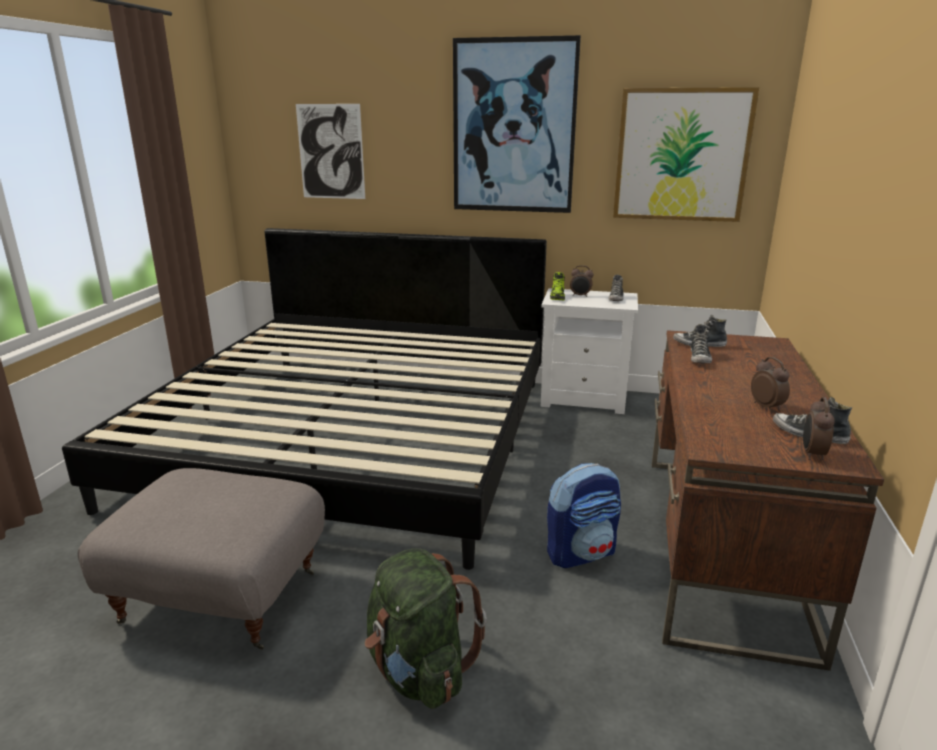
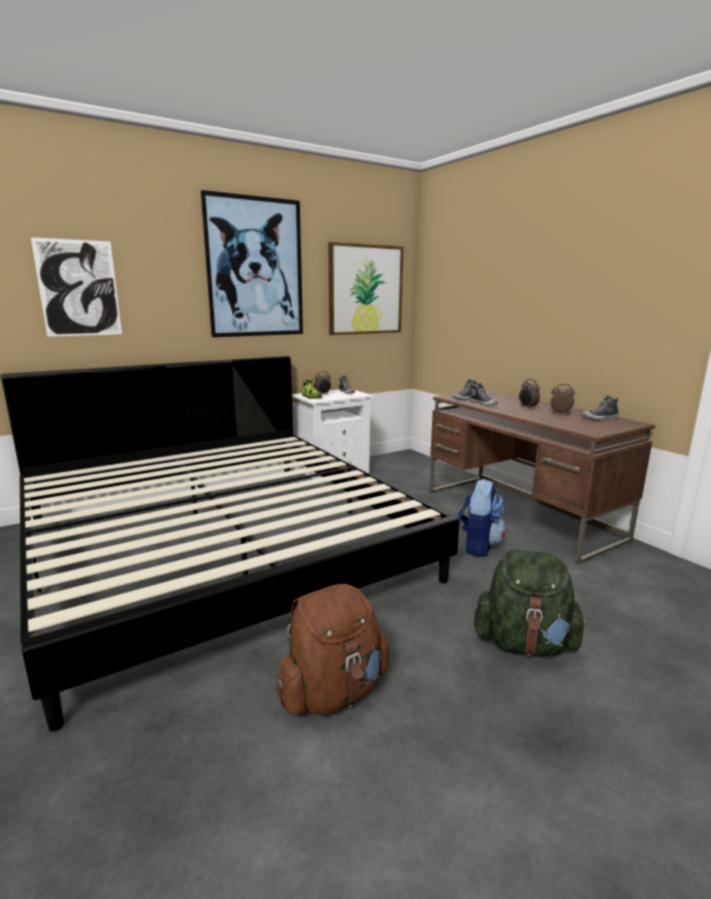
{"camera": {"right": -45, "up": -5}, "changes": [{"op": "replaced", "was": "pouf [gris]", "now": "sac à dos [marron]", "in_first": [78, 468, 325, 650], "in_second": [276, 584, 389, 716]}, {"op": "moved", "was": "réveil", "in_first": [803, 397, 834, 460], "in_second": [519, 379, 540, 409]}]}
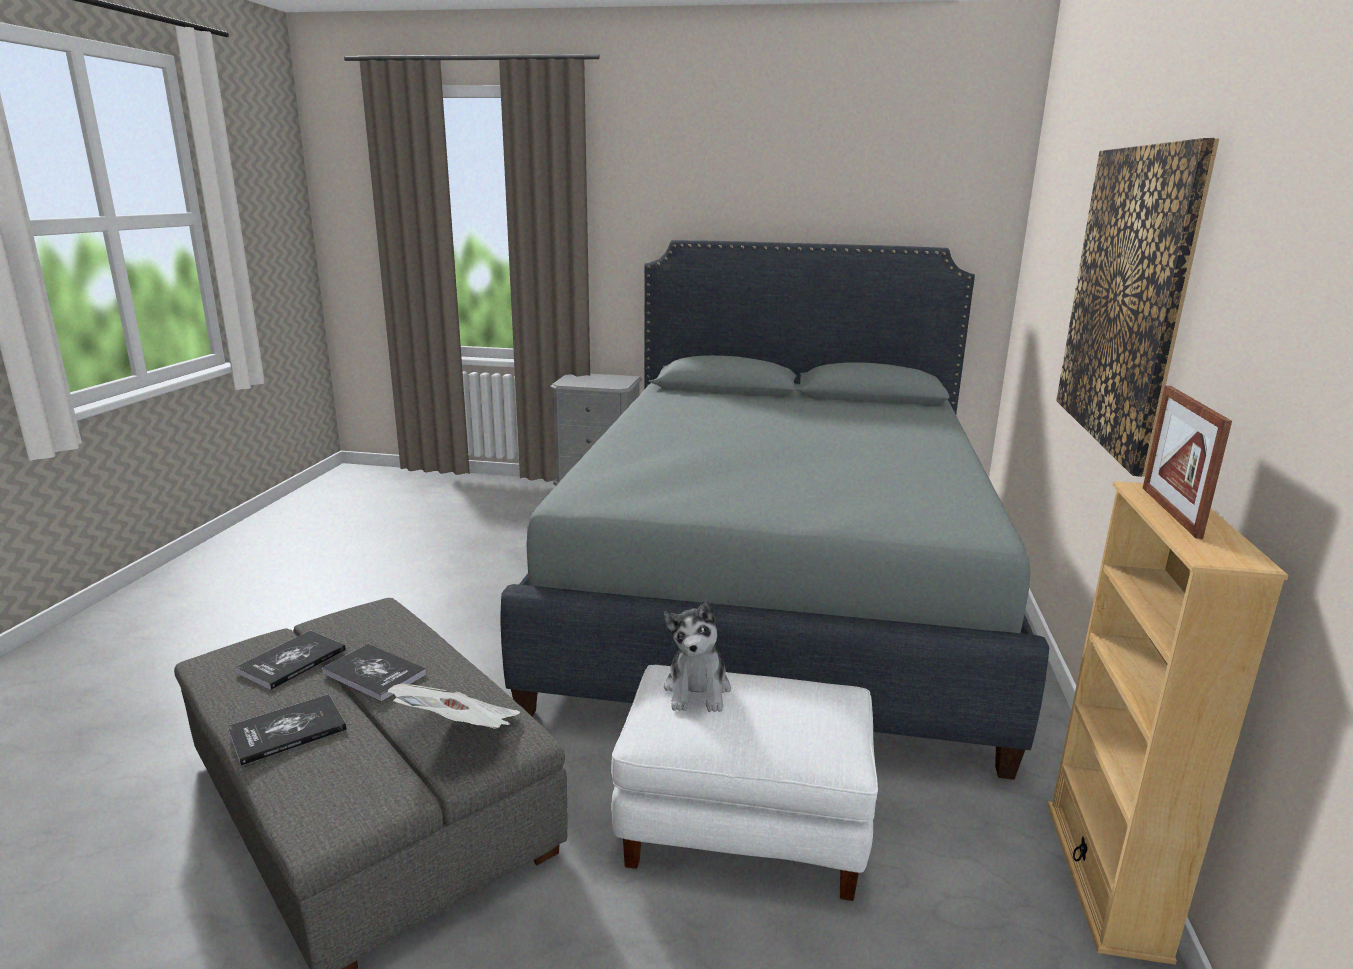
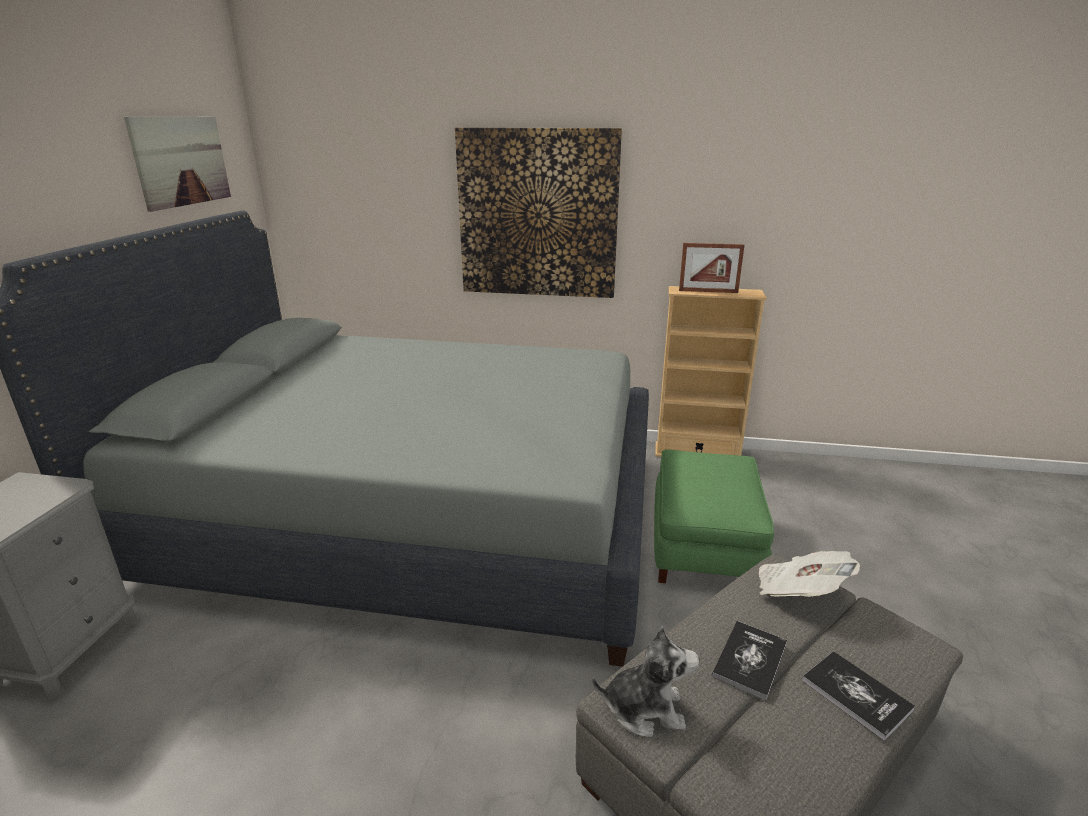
{"camera": {"right": -90, "up": 5}, "changes": [{"op": "removed", "was": "livre", "in_first": [235, 630, 346, 690]}, {"op": "recoloured", "was": "pouf [blanc]", "now": "pouf [vert]", "in_first": [611, 665, 878, 901], "in_second": [654, 449, 774, 583]}, {"op": "moved", "was": "peluche", "in_first": [663, 600, 731, 712], "in_second": [592, 626, 700, 737]}, {"op": "added", "now": "tableau", "in_second": [124, 116, 231, 212]}]}
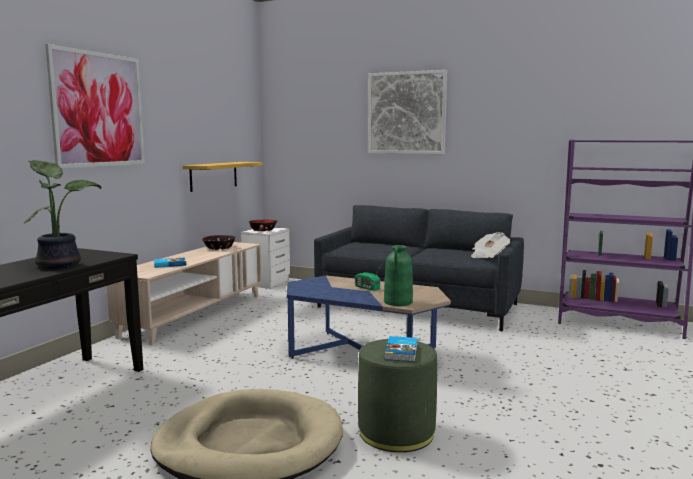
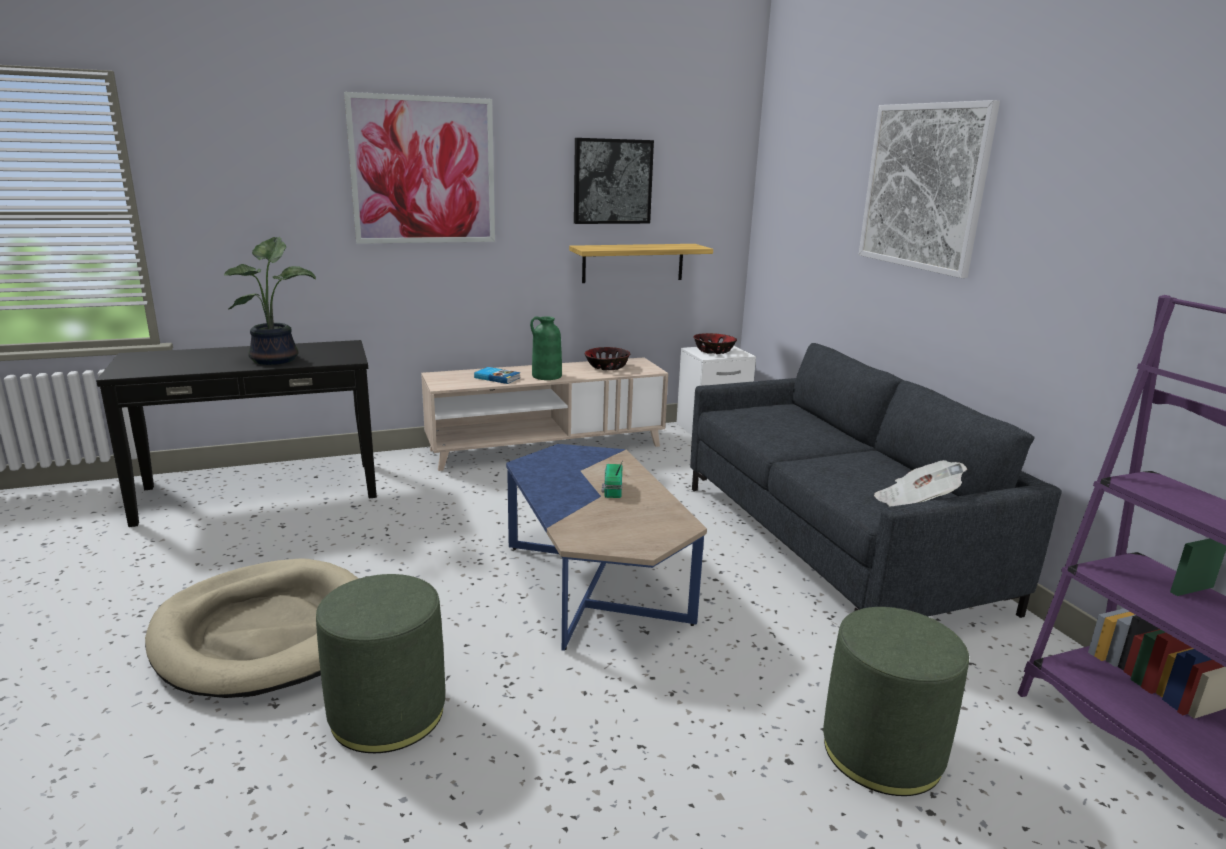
{"camera": {"right": 45, "up": 10}, "changes": [{"op": "moved", "was": "vase [vert]", "in_first": [384, 245, 413, 306], "in_second": [530, 316, 562, 380]}, {"op": "removed", "was": "livre", "in_first": [384, 336, 418, 362]}, {"op": "added", "now": "tableau", "in_second": [574, 138, 654, 224]}, {"op": "added", "now": "pouf [vert]", "in_second": [823, 607, 969, 796]}]}
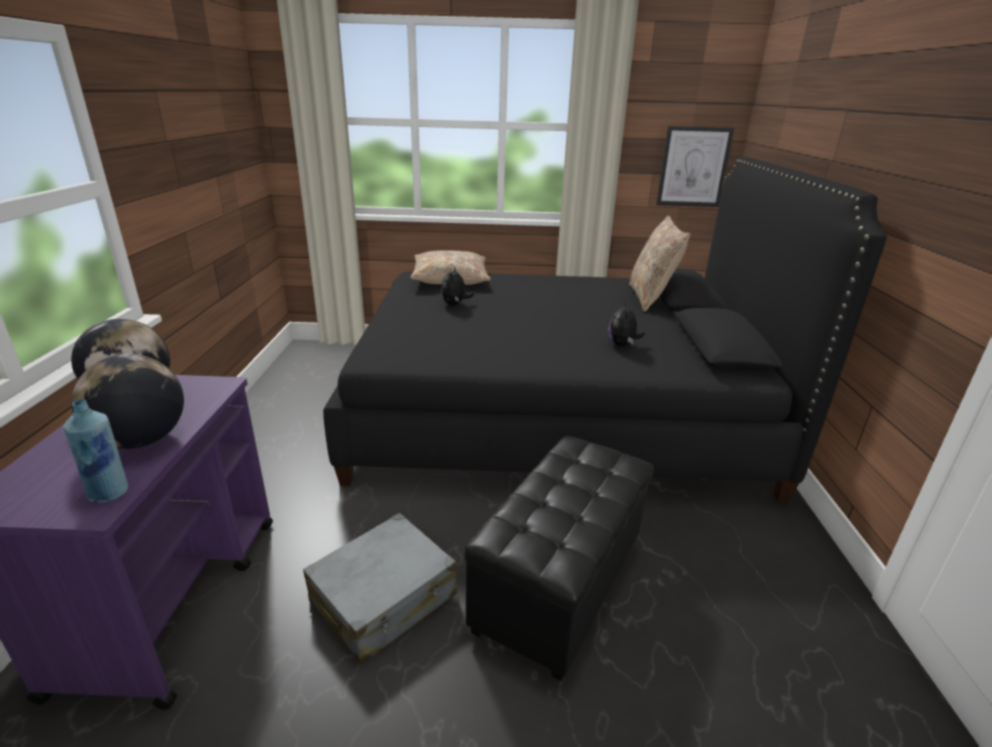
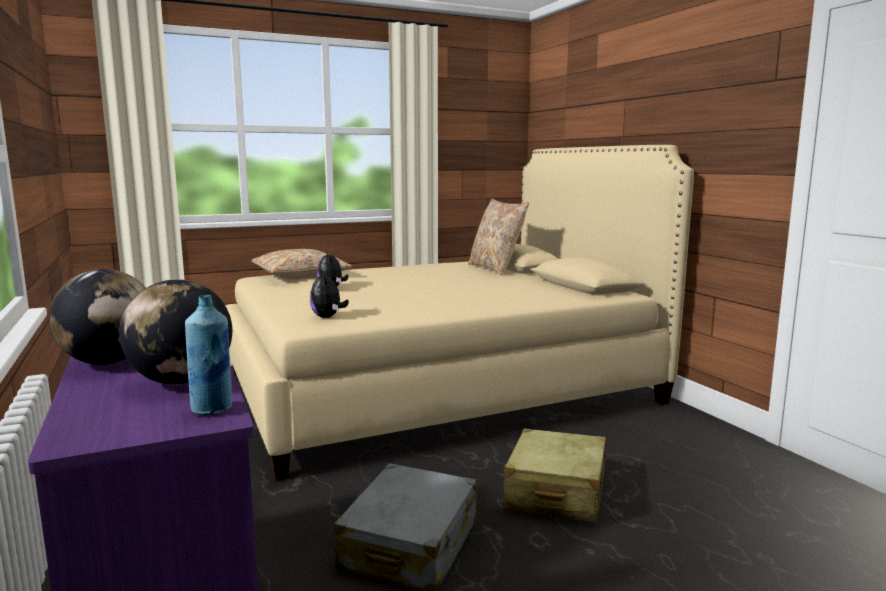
{"camera": {"right": -25, "up": -15}, "changes": [{"op": "recoloured", "was": "lit [noir]", "now": "lit [beige]", "in_first": [323, 157, 887, 503], "in_second": [226, 145, 694, 481]}, {"op": "replaced", "was": "pouf [noir]", "now": "valise [beige]", "in_first": [464, 436, 654, 681], "in_second": [503, 428, 606, 523]}, {"op": "moved", "was": "peluche", "in_first": [608, 302, 645, 346], "in_second": [310, 271, 349, 318]}, {"op": "removed", "was": "tableau", "in_first": [656, 126, 734, 207]}]}
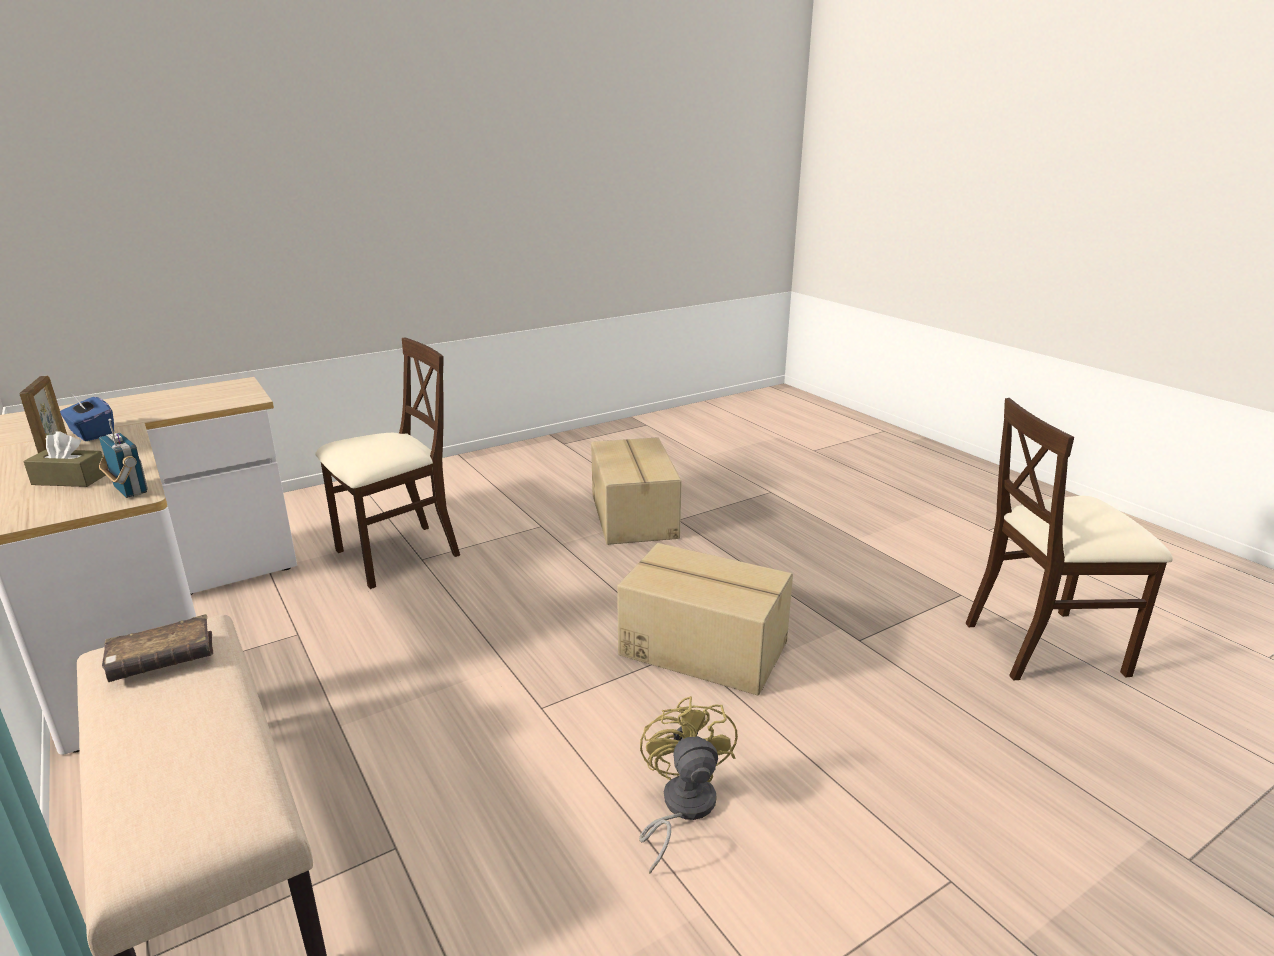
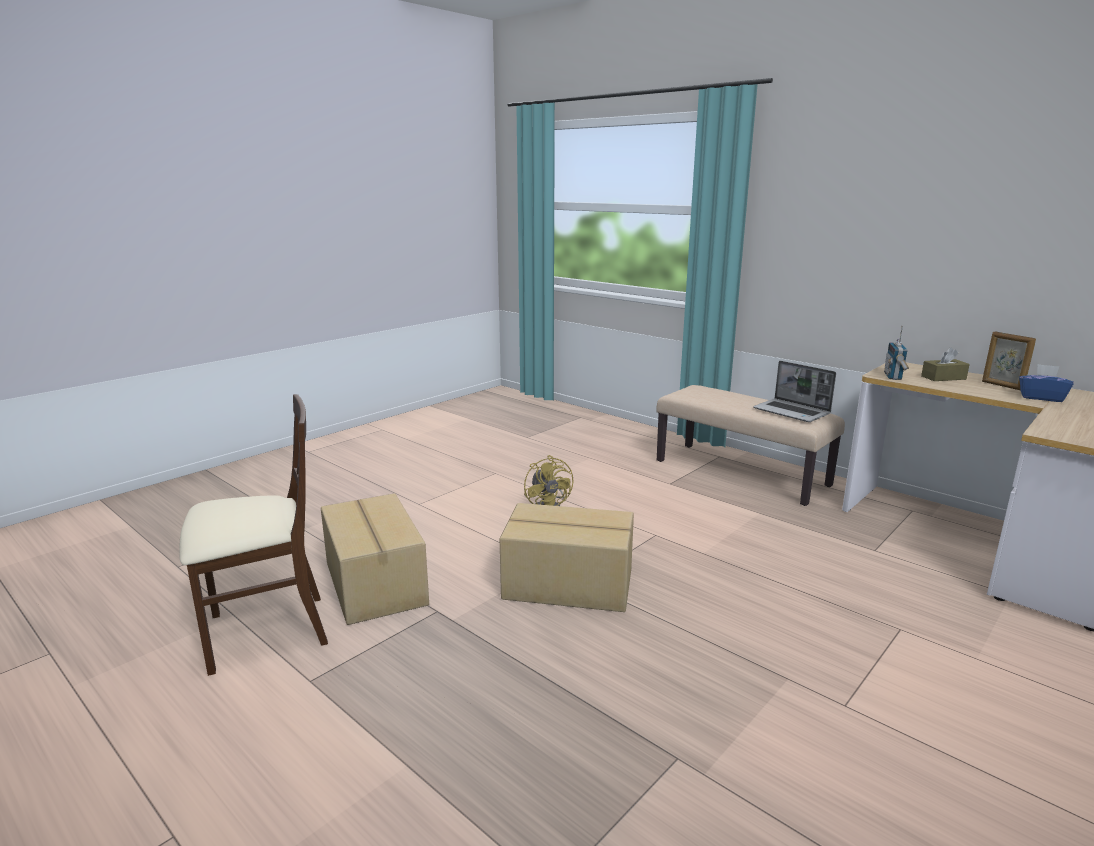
{"camera": {"right": 165, "up": -5}, "changes": [{"op": "turned", "was": "radio", "in_first": [99, 419, 148, 498], "in_second": [884, 326, 909, 380], "clockwise": 75}, {"op": "replaced", "was": "livre [marron]", "now": "ordinateur portable", "in_first": [102, 614, 213, 682], "in_second": [753, 361, 836, 422]}, {"op": "removed", "was": "chaise [beige]", "in_first": [315, 338, 460, 589]}, {"op": "moved", "was": "carton", "in_first": [591, 437, 682, 545], "in_second": [321, 493, 429, 625]}]}
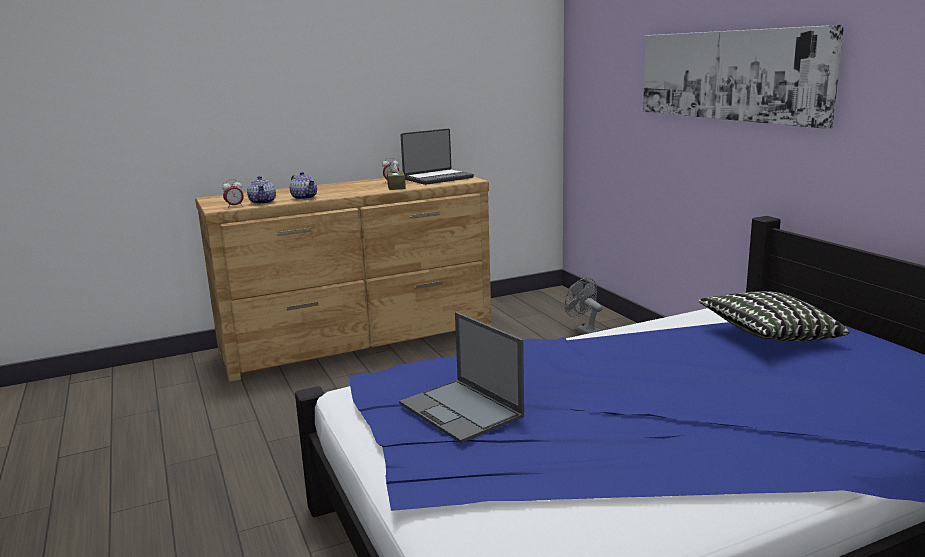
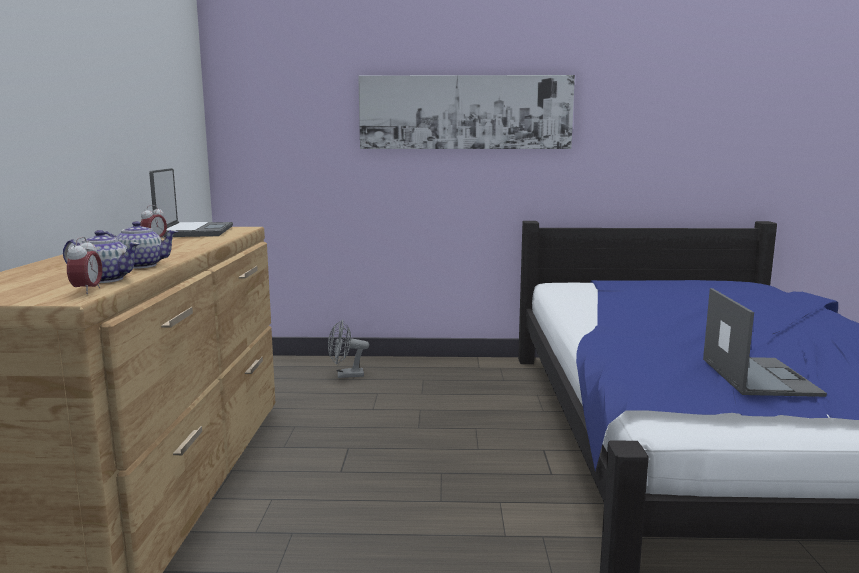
{"camera": {"right": -65, "up": -5}, "changes": [{"op": "removed", "was": "boîte à mouchoirs [marron]", "in_first": [387, 160, 406, 190]}, {"op": "turned", "was": "ordinateur portable", "in_first": [399, 312, 524, 443], "in_second": [703, 288, 827, 397], "clockwise": -75}, {"op": "removed", "was": "coussin", "in_first": [698, 291, 850, 341]}]}
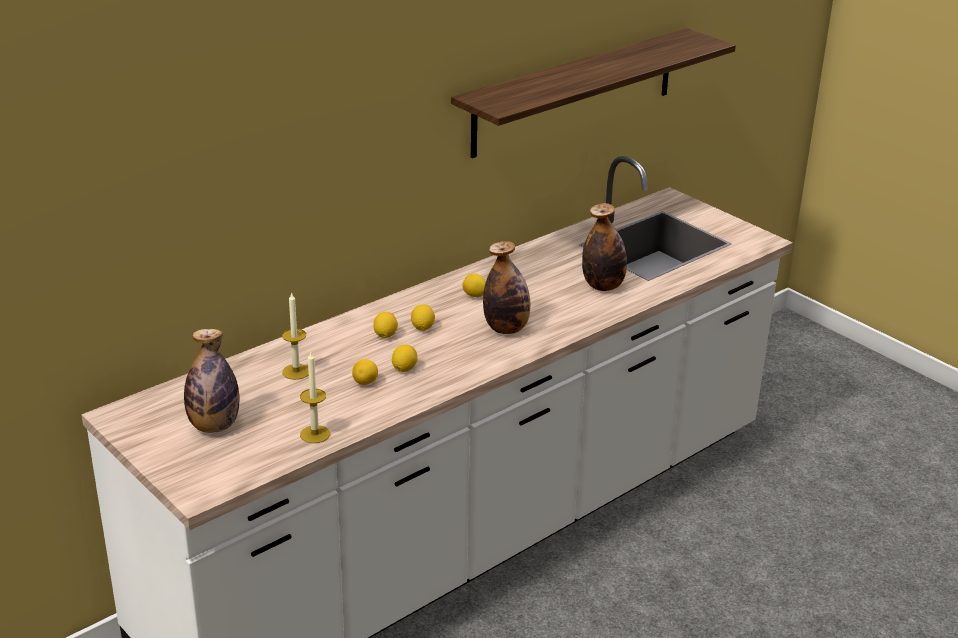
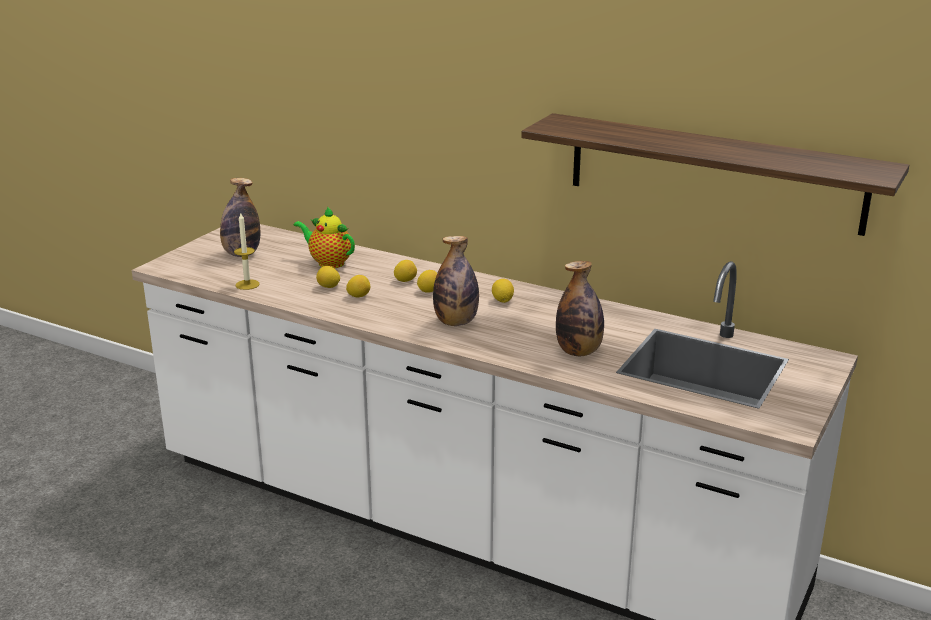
{"camera": {"right": 70, "up": -5}, "changes": [{"op": "replaced", "was": "bougie", "now": "théière", "in_first": [282, 292, 309, 380], "in_second": [294, 206, 355, 269]}]}
